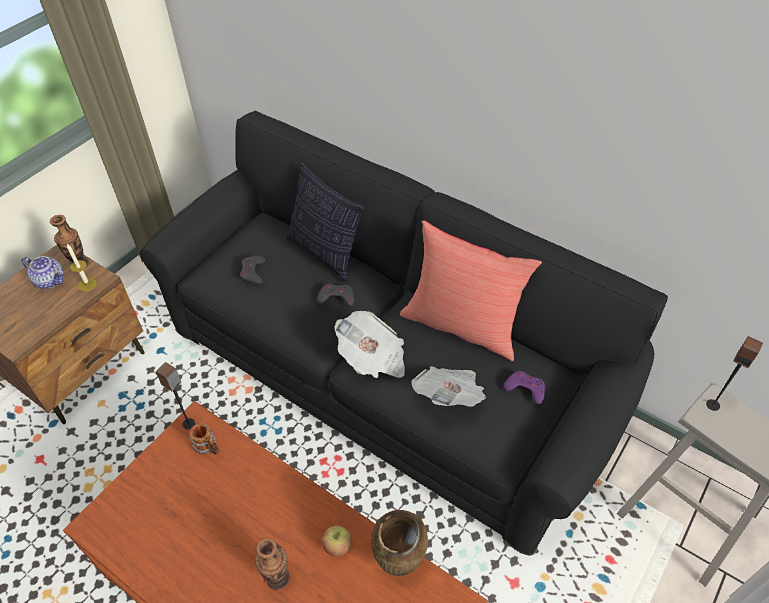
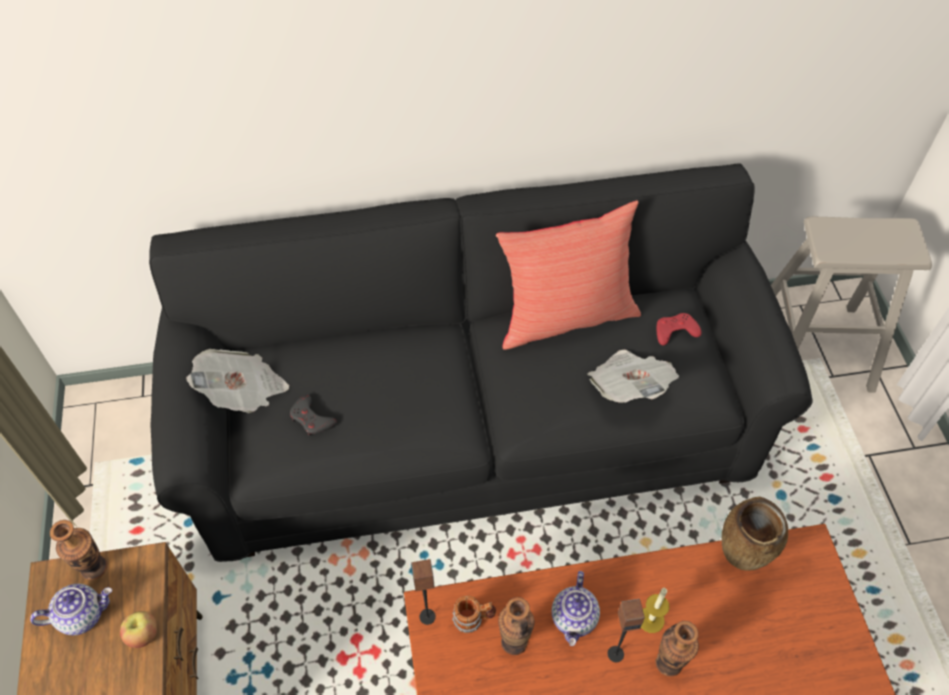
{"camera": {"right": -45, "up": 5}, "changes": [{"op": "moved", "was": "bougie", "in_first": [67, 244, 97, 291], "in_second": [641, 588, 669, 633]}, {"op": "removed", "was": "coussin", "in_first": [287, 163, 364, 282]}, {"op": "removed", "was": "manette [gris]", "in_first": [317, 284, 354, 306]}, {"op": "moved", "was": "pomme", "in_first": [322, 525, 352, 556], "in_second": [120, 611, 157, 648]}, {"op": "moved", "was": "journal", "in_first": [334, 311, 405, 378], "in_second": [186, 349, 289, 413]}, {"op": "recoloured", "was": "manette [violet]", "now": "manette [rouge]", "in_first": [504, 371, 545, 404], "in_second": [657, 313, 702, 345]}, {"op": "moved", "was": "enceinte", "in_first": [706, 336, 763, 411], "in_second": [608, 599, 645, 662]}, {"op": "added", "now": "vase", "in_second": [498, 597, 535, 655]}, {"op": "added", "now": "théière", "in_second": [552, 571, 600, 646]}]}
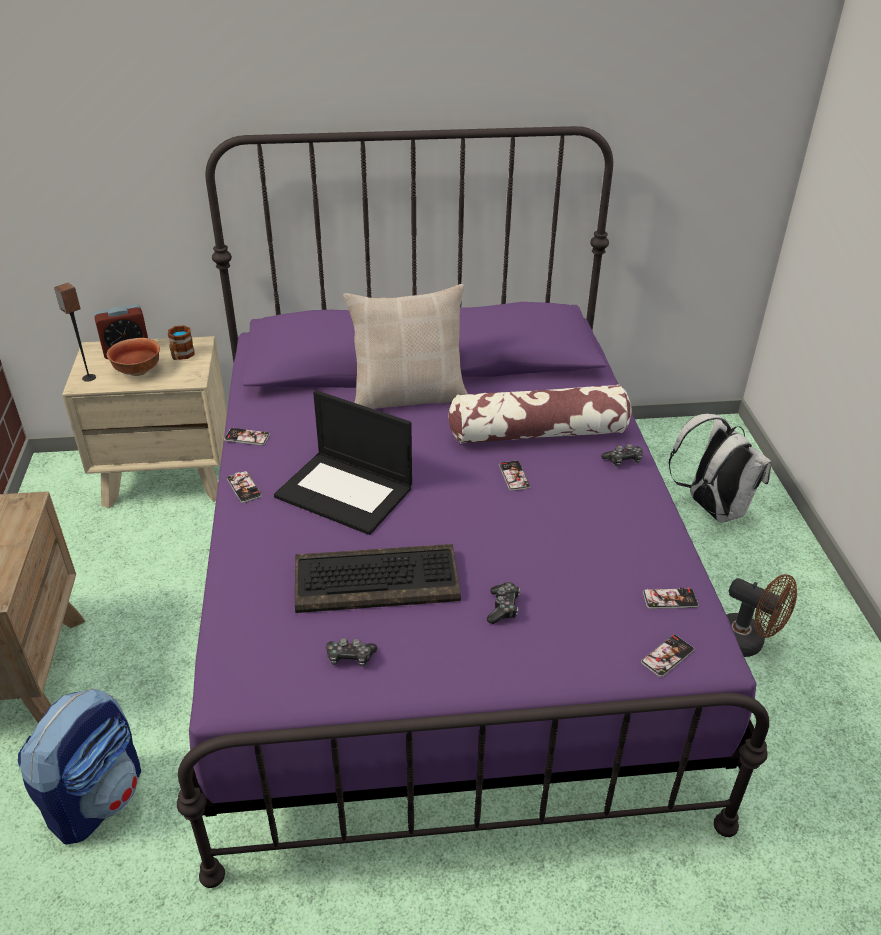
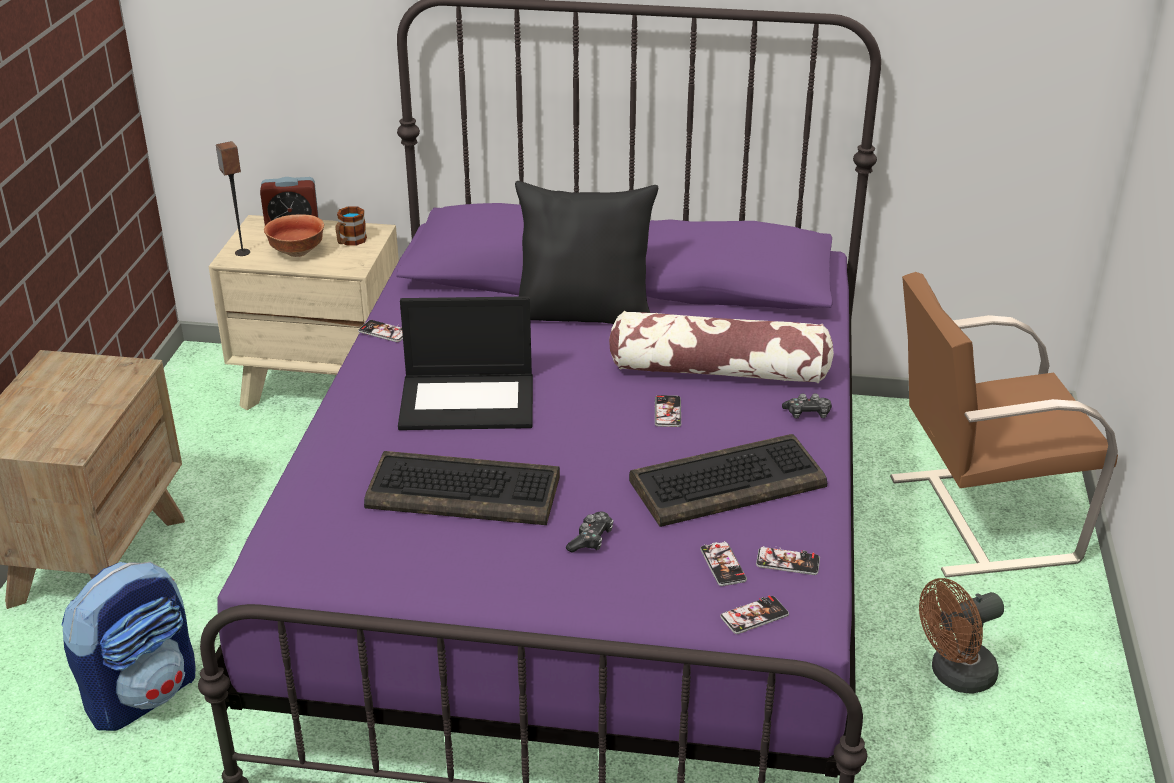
{"camera": {"right": 15, "up": -5}, "changes": [{"op": "moved", "was": "téléphone", "in_first": [227, 470, 262, 503], "in_second": [700, 541, 747, 586]}, {"op": "turned", "was": "ordinateur portable", "in_first": [274, 390, 412, 535], "in_second": [398, 296, 533, 430], "clockwise": -45}, {"op": "removed", "was": "manette", "in_first": [326, 638, 377, 667]}, {"op": "recoloured", "was": "coussin [beige]", "now": "coussin [noir]", "in_first": [344, 284, 468, 409], "in_second": [515, 181, 658, 324]}, {"op": "replaced", "was": "sac à dos [blanc]", "now": "chaise [marron]", "in_first": [669, 414, 772, 523], "in_second": [890, 272, 1118, 577]}, {"op": "turned", "was": "ventilateur [marron]", "in_first": [727, 574, 797, 657], "in_second": [919, 578, 1004, 694], "clockwise": 105}, {"op": "added", "now": "clavier", "in_second": [629, 434, 827, 527]}]}
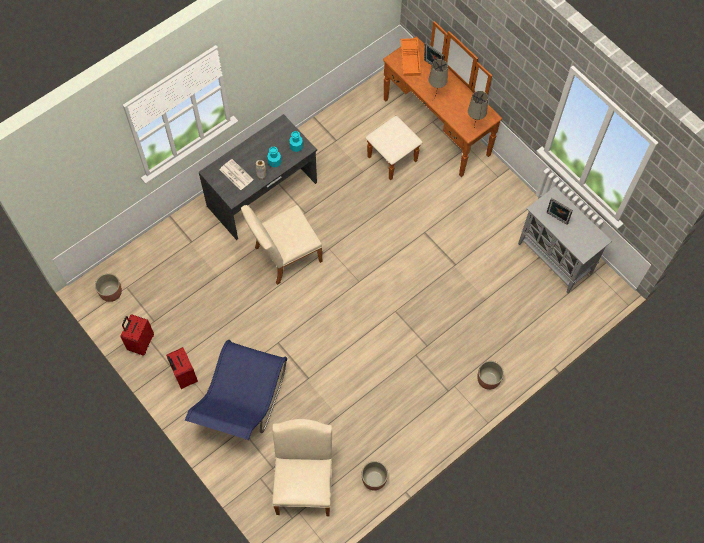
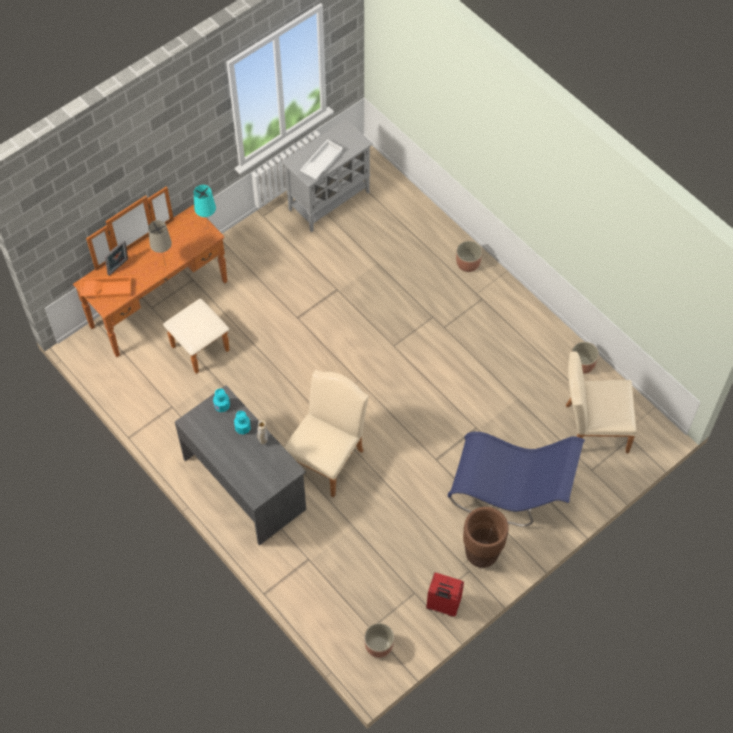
{"camera": {"right": -90, "up": -5}, "changes": [{"op": "replaced", "was": "valise [rouge]", "now": "cache-pot [marron]", "in_first": [166, 347, 198, 389], "in_second": [463, 507, 509, 568]}, {"op": "removed", "was": "journal", "in_first": [220, 159, 254, 190]}, {"op": "turned", "was": "chaise [beige]", "in_first": [241, 205, 322, 285], "in_second": [284, 370, 369, 498], "clockwise": -120}, {"op": "recoloured", "was": "lampe de table [beige]", "now": "lampe de table [turquoise]", "in_first": [468, 91, 488, 128], "in_second": [194, 185, 216, 222]}, {"op": "replaced", "was": "cadre photo", "now": "plateau [blanc]", "in_first": [546, 198, 573, 225], "in_second": [300, 139, 343, 179]}]}
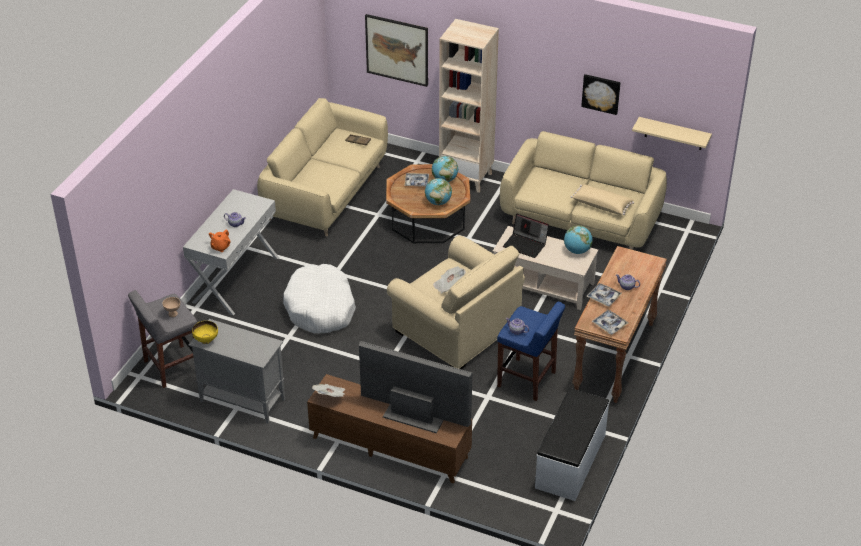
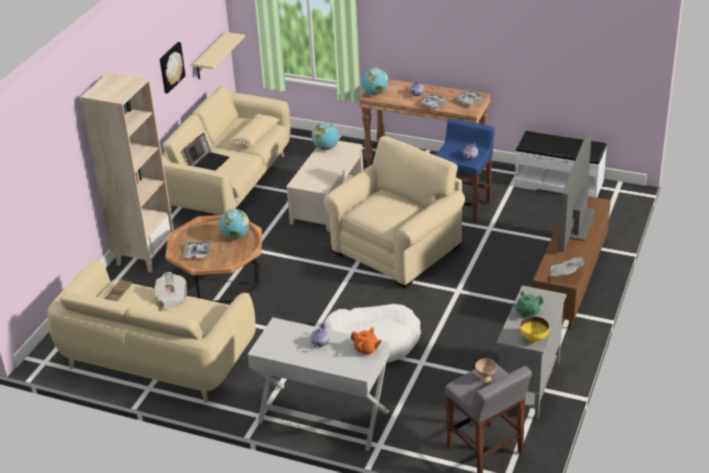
{"camera": {"right": -90, "up": -5}, "changes": [{"op": "removed", "was": "tableau", "in_first": [365, 14, 428, 87]}, {"op": "moved", "was": "globe", "in_first": [432, 156, 458, 182], "in_second": [361, 67, 388, 95]}, {"op": "moved", "was": "journal", "in_first": [433, 266, 466, 294], "in_second": [154, 272, 187, 310]}, {"op": "moved", "was": "ordinateur portable", "in_first": [503, 214, 549, 258], "in_second": [184, 133, 229, 171]}, {"op": "added", "now": "théière [vert]", "in_second": [513, 291, 544, 318]}]}
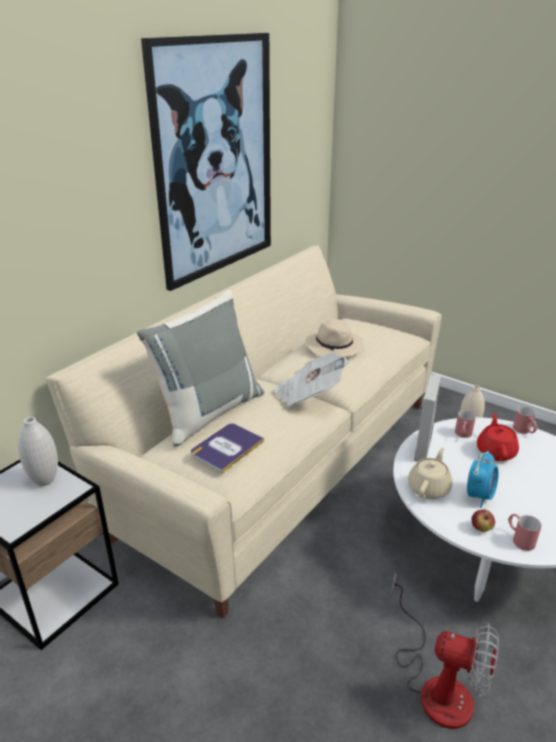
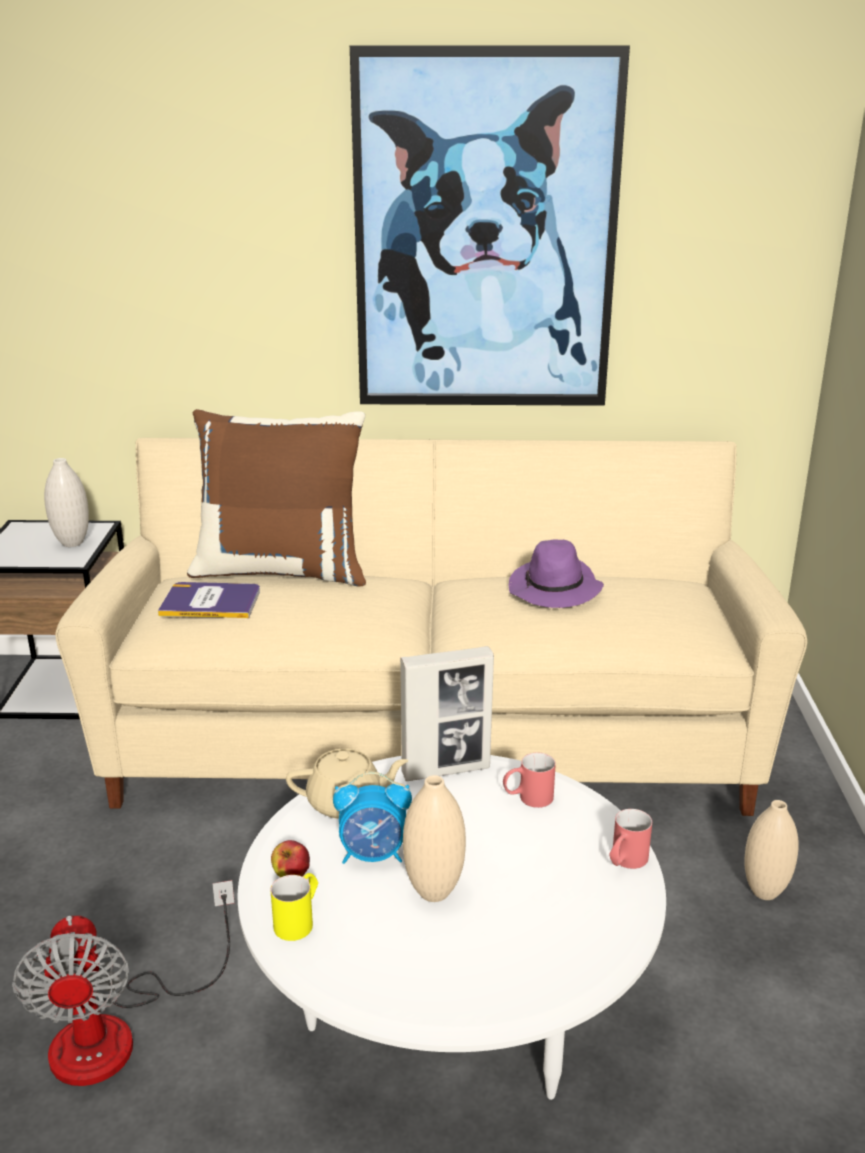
{"camera": {"right": 55, "up": -5}, "changes": [{"op": "recoloured", "was": "coussin [gris]", "now": "coussin [marron]", "in_first": [137, 290, 264, 446], "in_second": [187, 409, 366, 587]}, {"op": "removed", "was": "journal", "in_first": [274, 353, 348, 407]}, {"op": "recoloured", "was": "chapeau [beige]", "now": "chapeau [violet]", "in_first": [305, 319, 364, 357], "in_second": [509, 540, 604, 608]}, {"op": "removed", "was": "théière [rouge]", "in_first": [477, 413, 519, 461]}, {"op": "recoloured", "was": "mug [rouge]", "now": "mug [jaune]", "in_first": [508, 514, 542, 551], "in_second": [270, 873, 318, 941]}, {"op": "added", "now": "vase [beige]", "in_second": [403, 775, 466, 902]}]}
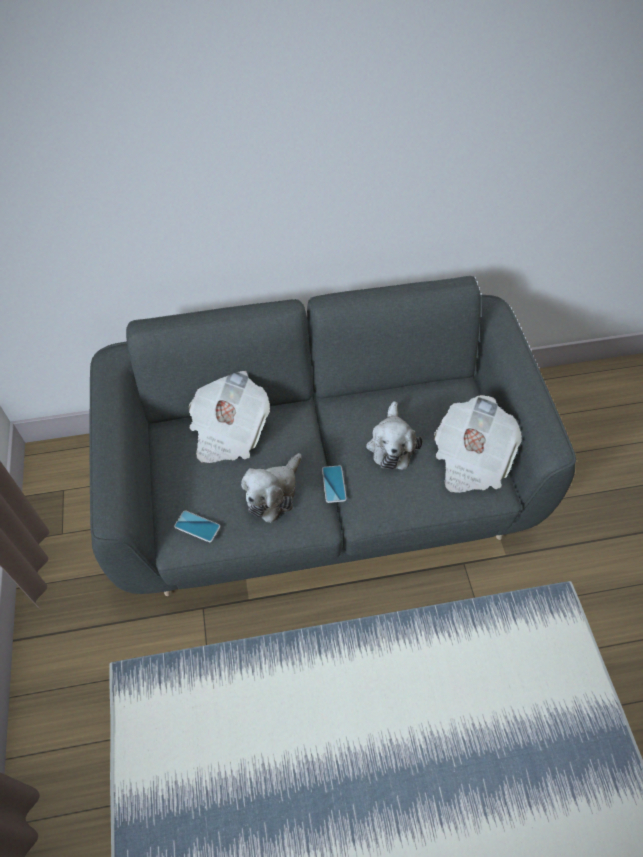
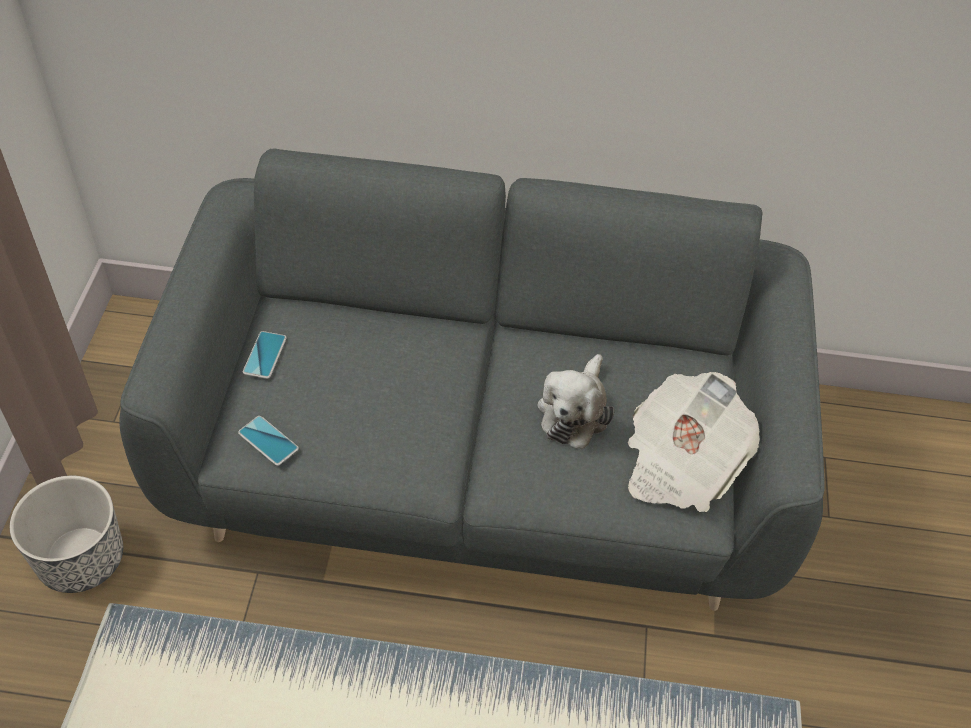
{"camera": {"right": 15, "up": -5}, "changes": [{"op": "removed", "was": "journal", "in_first": [188, 371, 270, 463]}, {"op": "removed", "was": "peluche", "in_first": [241, 453, 302, 523]}, {"op": "moved", "was": "téléphone", "in_first": [322, 465, 347, 503], "in_second": [243, 331, 287, 379]}, {"op": "added", "now": "cache-pot", "in_second": [10, 475, 123, 593]}]}
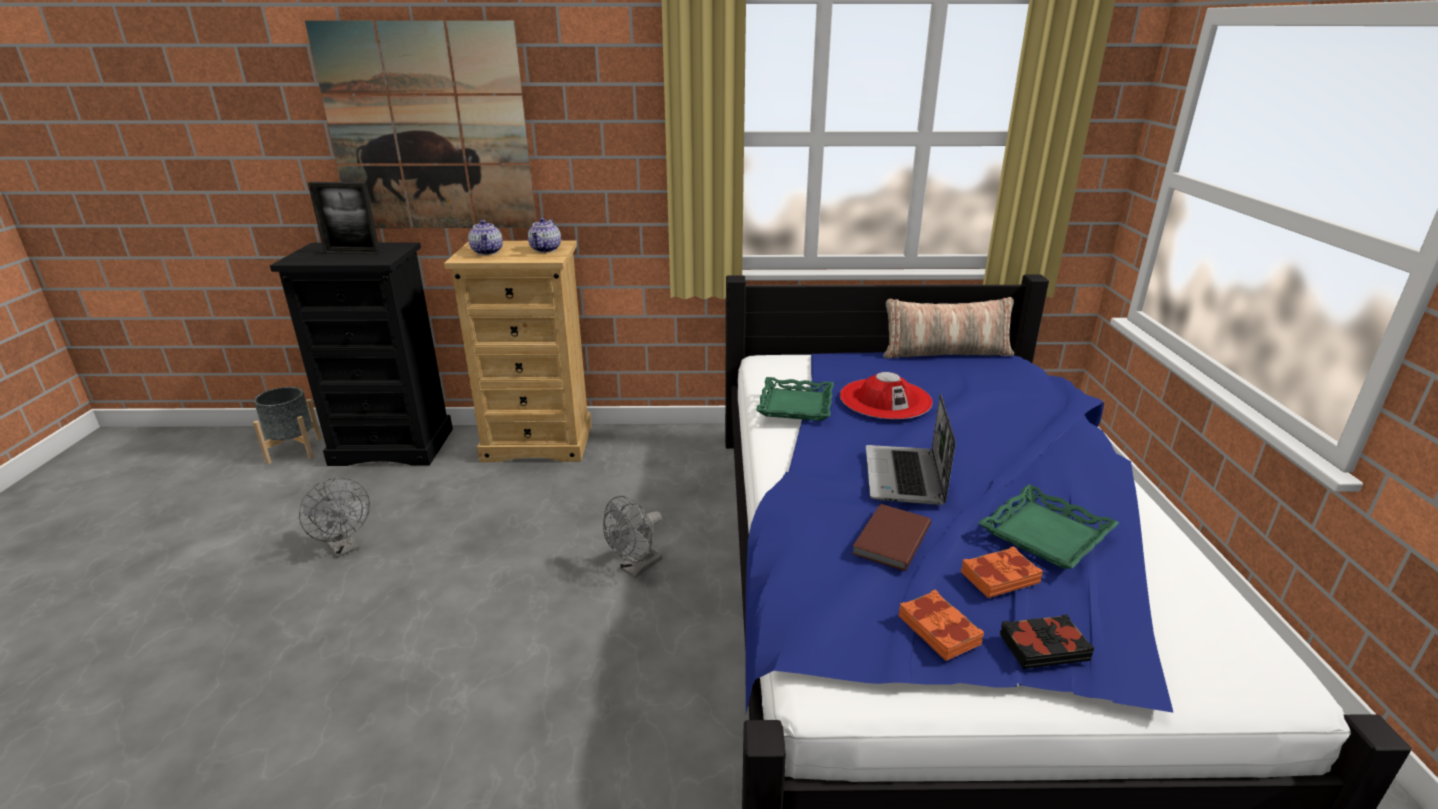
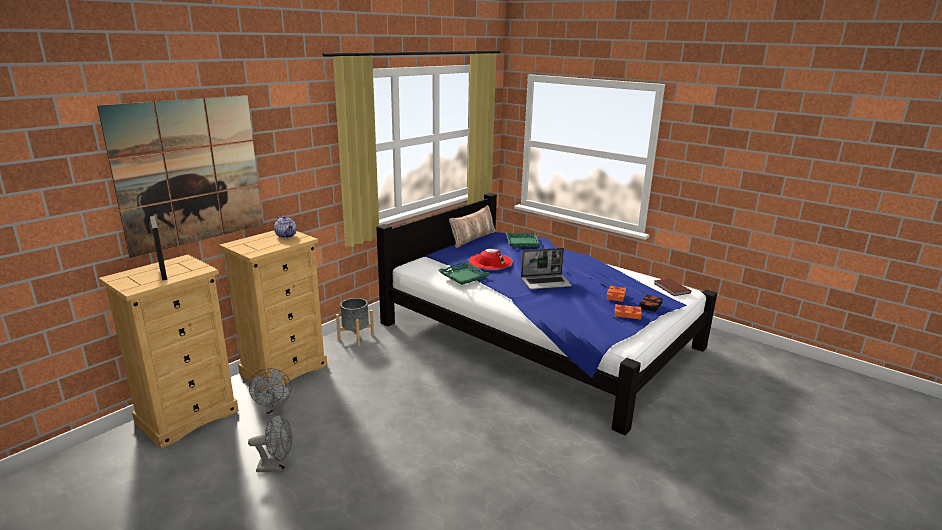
{"camera": {"right": -50, "up": -5}, "changes": [{"op": "moved", "was": "cache-pot [gris]", "in_first": [253, 387, 322, 464], "in_second": [336, 298, 374, 346]}, {"op": "recoloured", "was": "commode [noir]", "now": "commode [beige]", "in_first": [270, 242, 453, 466], "in_second": [99, 255, 239, 449]}, {"op": "turned", "was": "cadre photo", "in_first": [308, 182, 380, 254], "in_second": [150, 216, 167, 280], "clockwise": -75}, {"op": "removed", "was": "théière", "in_first": [468, 220, 503, 255]}, {"op": "moved", "was": "ventilateur [gris]", "in_first": [603, 496, 662, 578], "in_second": [249, 368, 292, 416]}, {"op": "moved", "was": "livre [marron]", "in_first": [852, 504, 931, 571], "in_second": [654, 278, 691, 296]}, {"op": "turned", "was": "ordinateur portable", "in_first": [866, 393, 956, 505], "in_second": [521, 248, 572, 289], "clockwise": -60}, {"op": "moved", "was": "plateau [vert]", "in_first": [978, 484, 1119, 569], "in_second": [506, 232, 540, 247]}]}
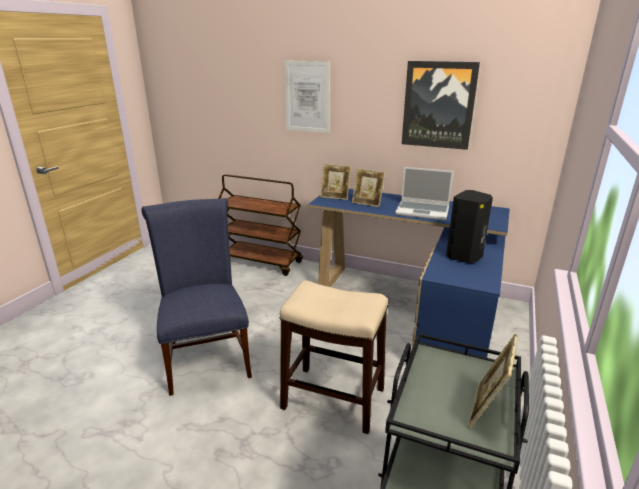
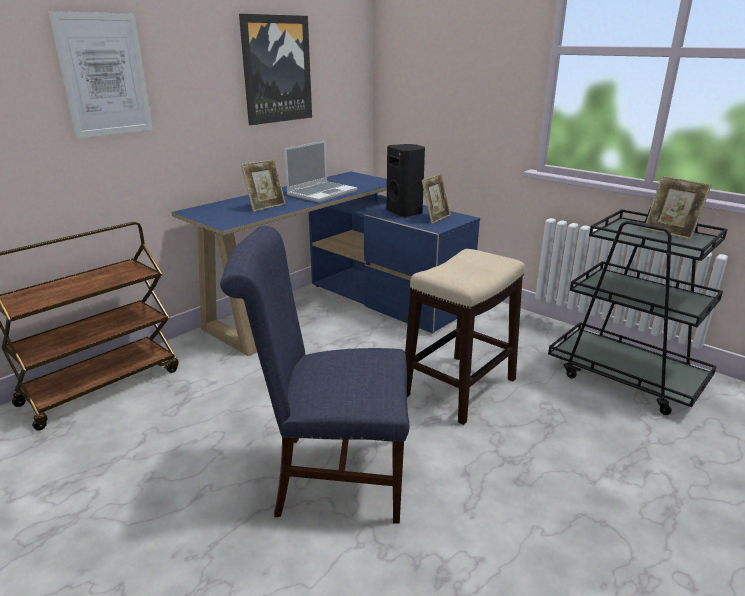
{"camera": {"right": -70, "up": 0}, "changes": [{"op": "moved", "was": "cadre photo", "in_first": [320, 164, 351, 200], "in_second": [422, 174, 451, 224]}]}
